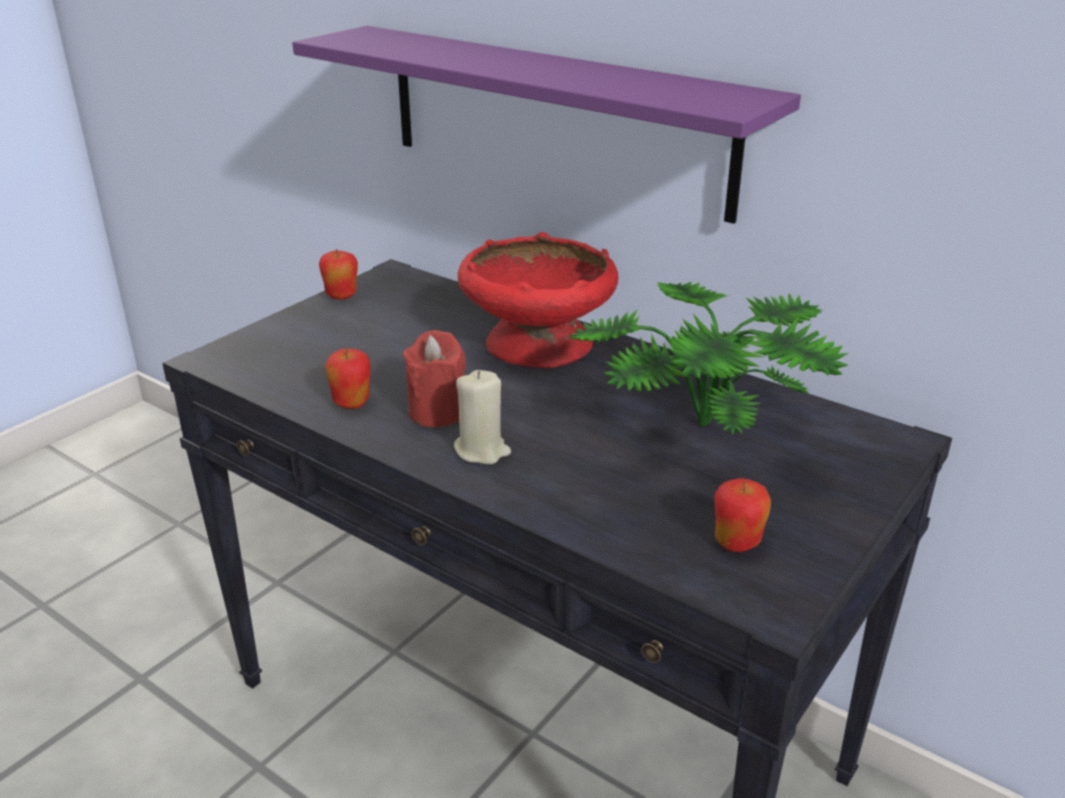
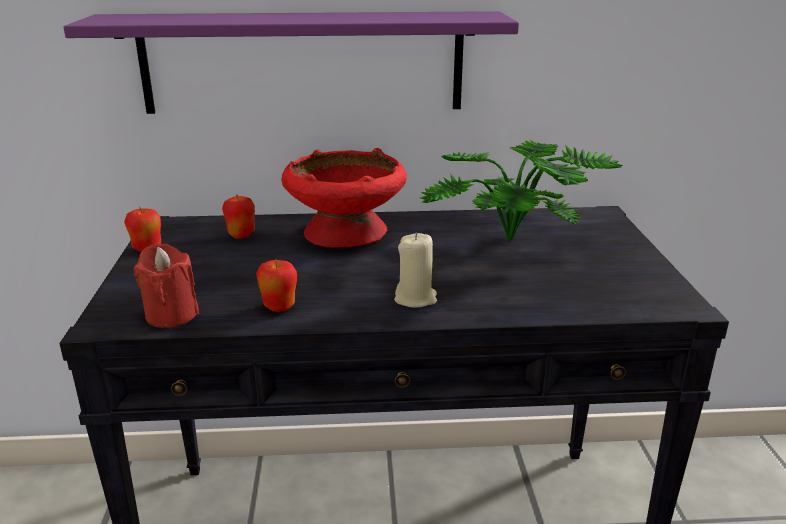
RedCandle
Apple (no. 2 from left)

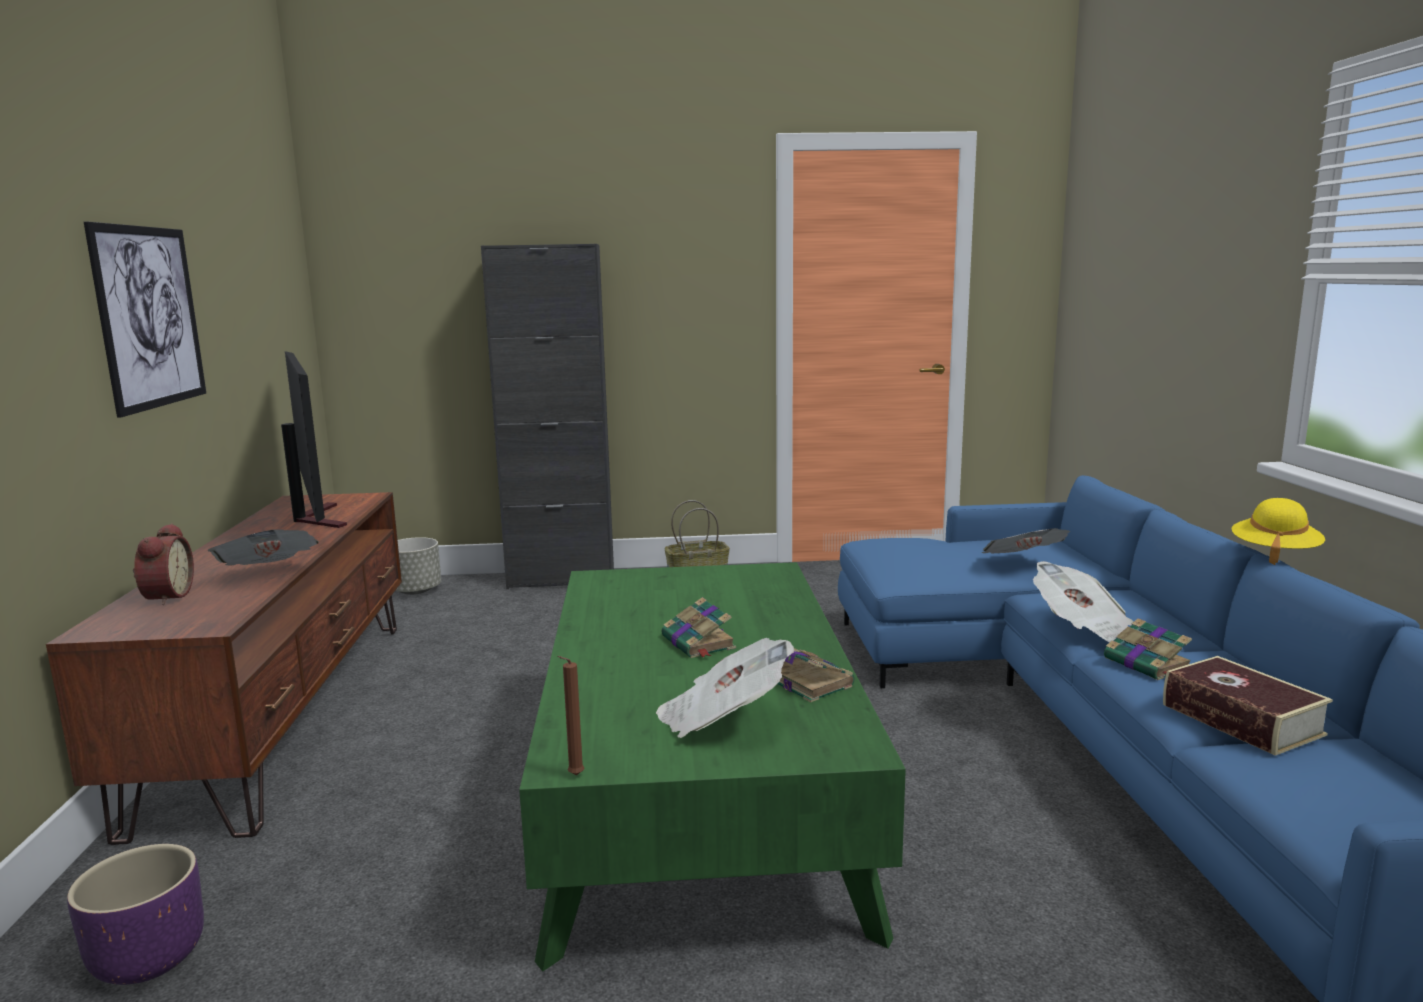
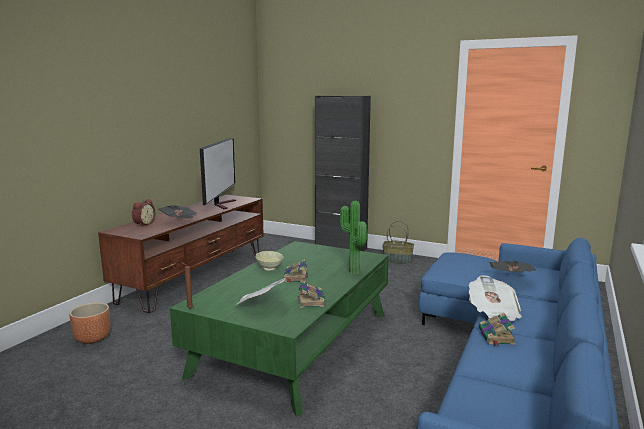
BrownPlanter
BeigeBowl
PottedPlant
Picture
GreyPlanter
Book (no. 4 from left in the first image)
YellowHat

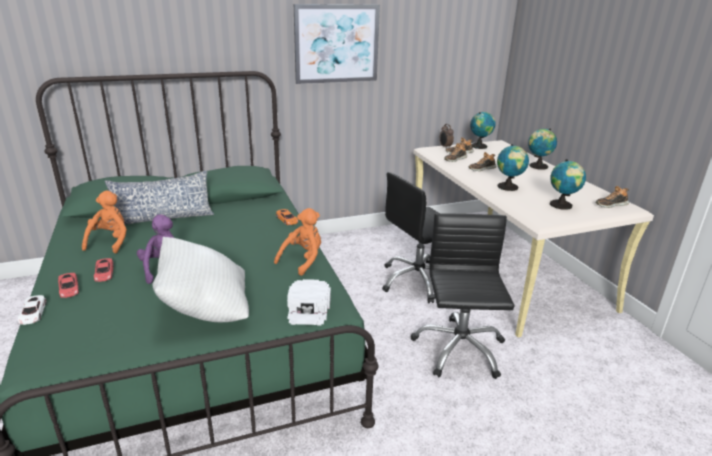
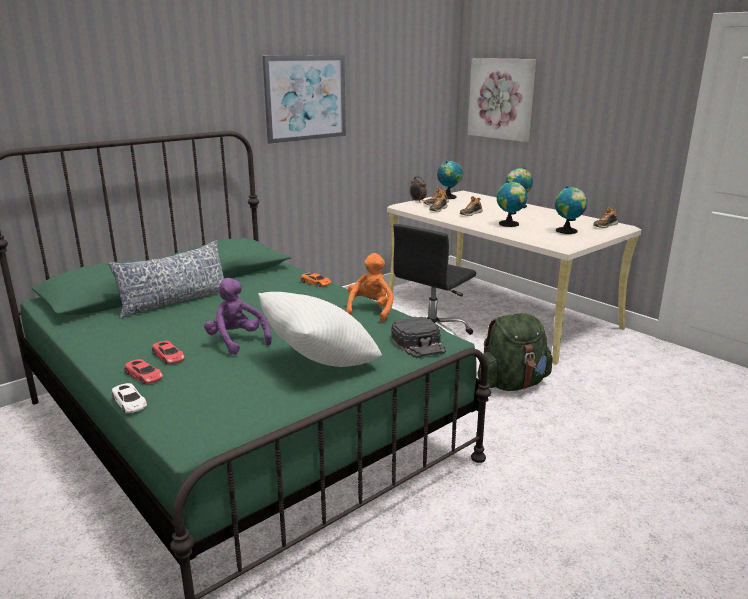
BlackCap
Picture (no. 2 from left)
GreenBackpack
OrangePlushToy (no. 1 from left in the first image)

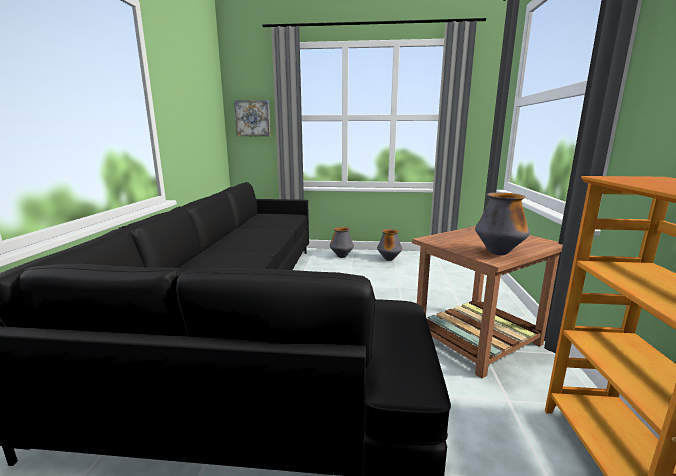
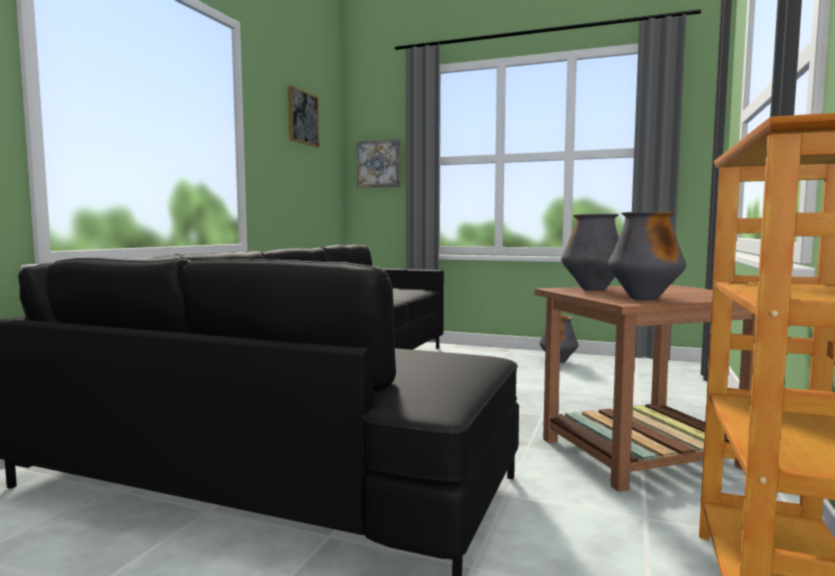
Picture (no. 1 from left)
Vase (no. 2 from left)

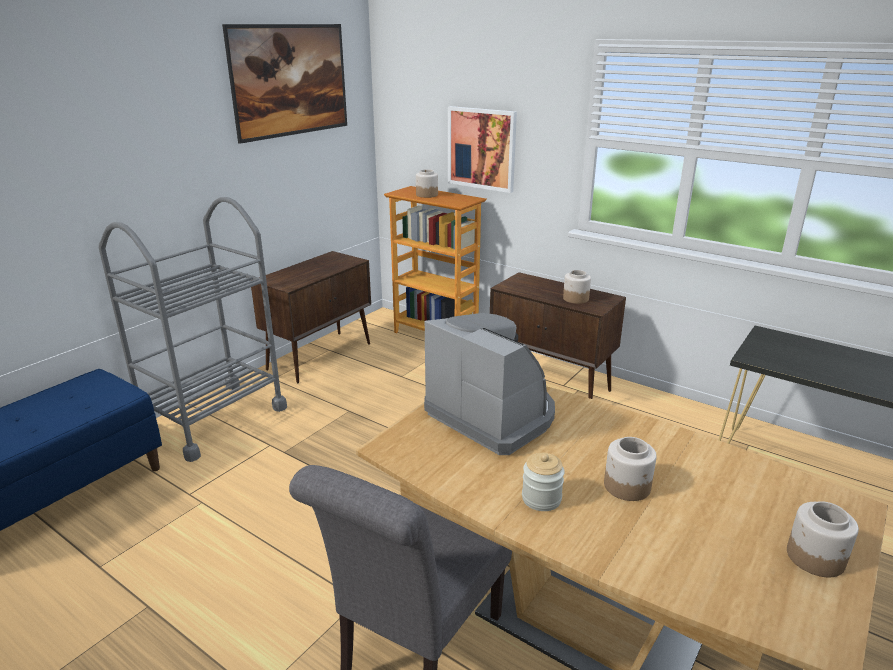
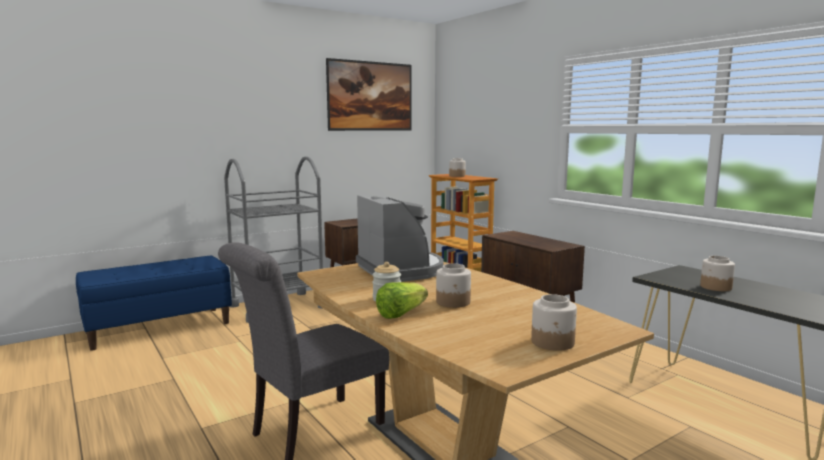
Lettuce
Jar (no. 5 from left)
Picture (no. 2 from left in the first image)

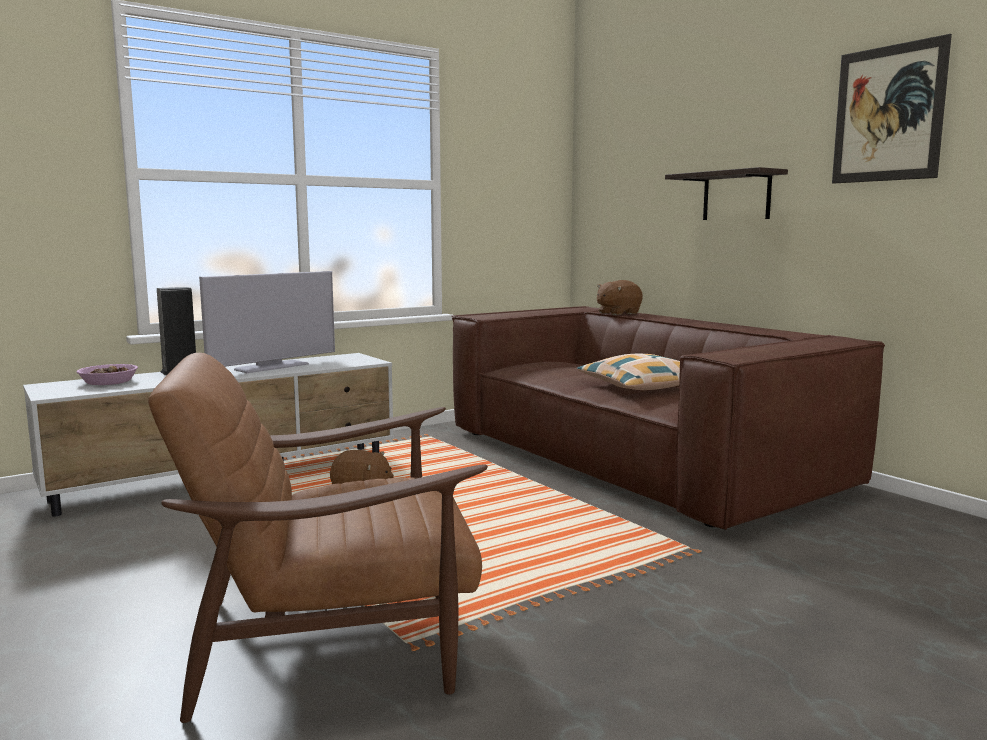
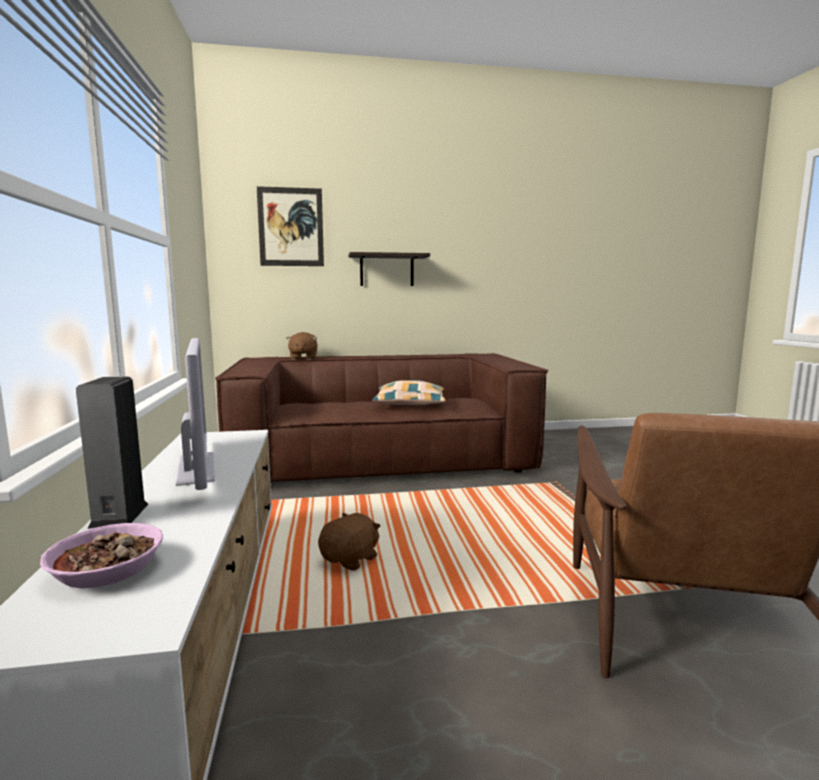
Picture

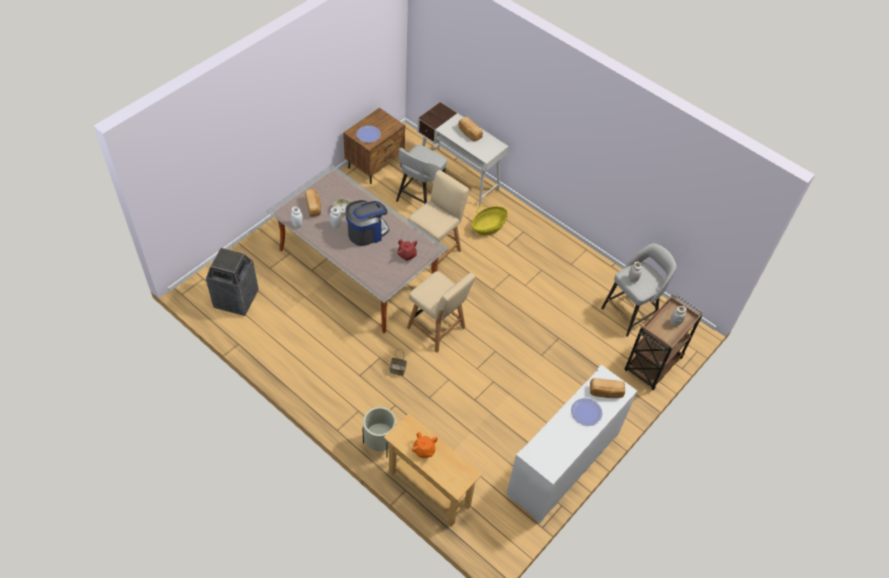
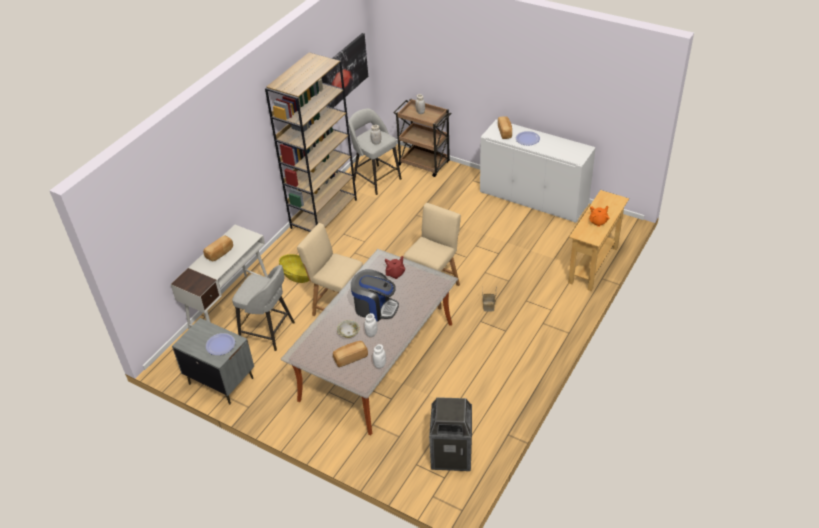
GreyNightstand
BrownBookcase
Picture
CoffeeMachine
BeigePlanter

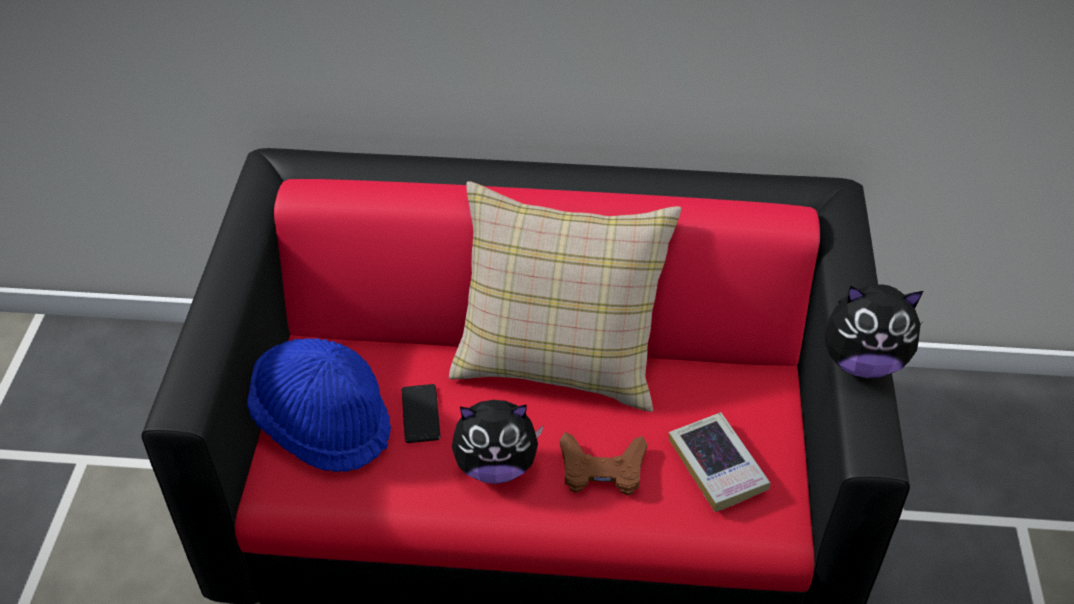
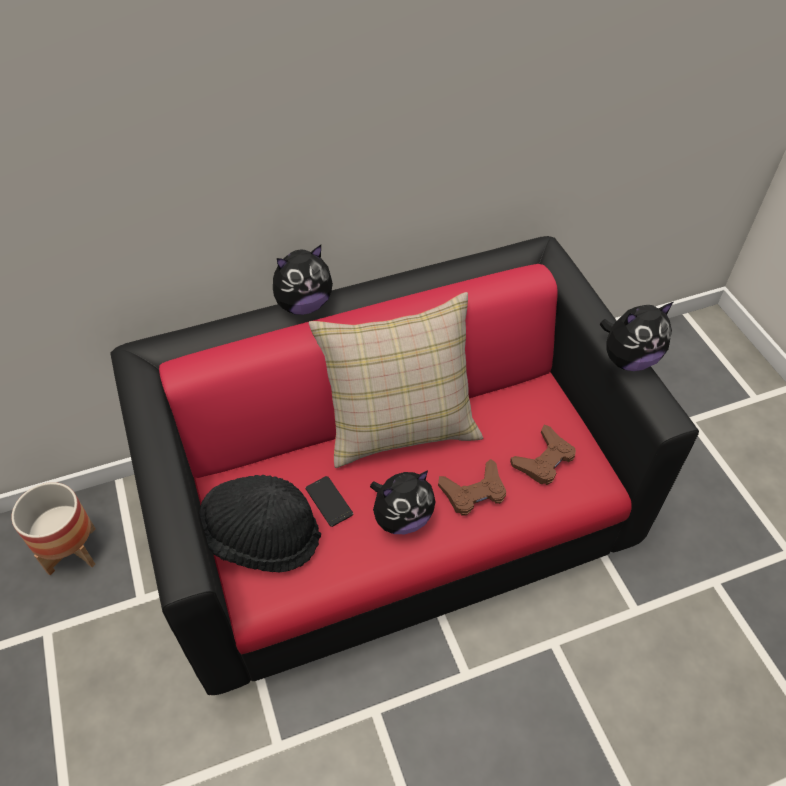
Planter
BlackHat
PlushToy (no. 1 from left)
BrownGameController (no. 2 from left)

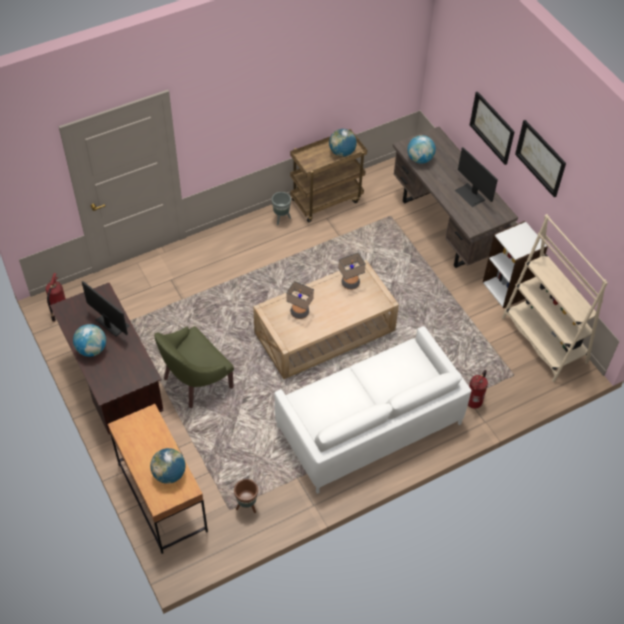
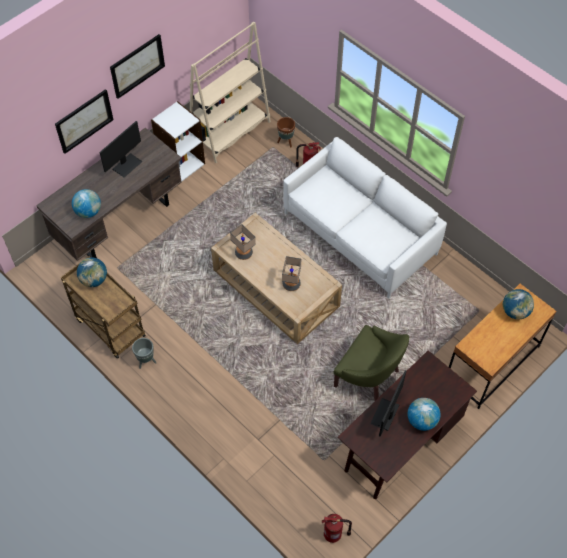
BrownPlanter

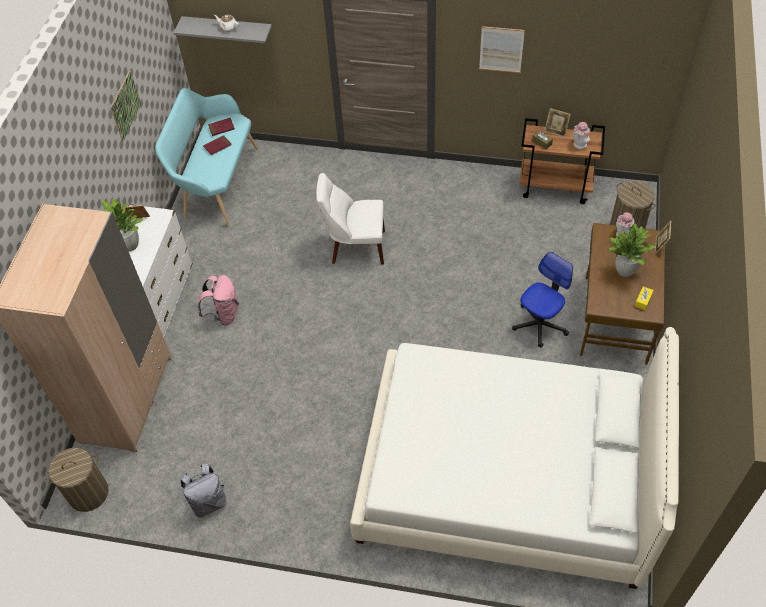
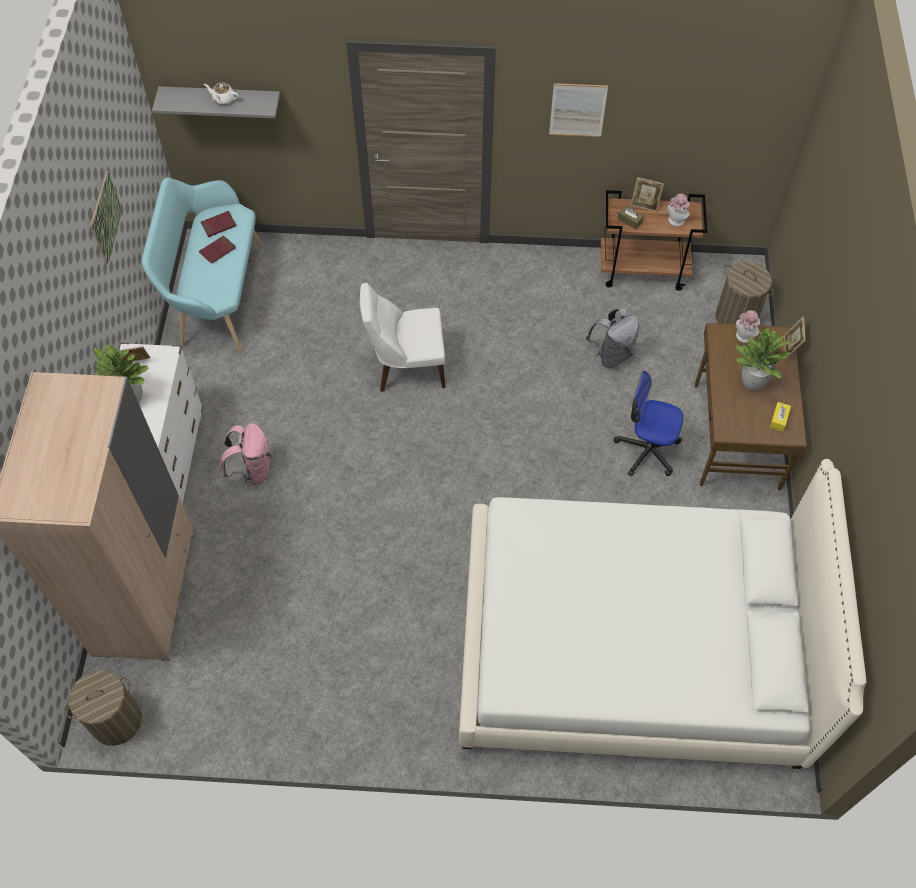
GreyBackpack
OfficeChair

